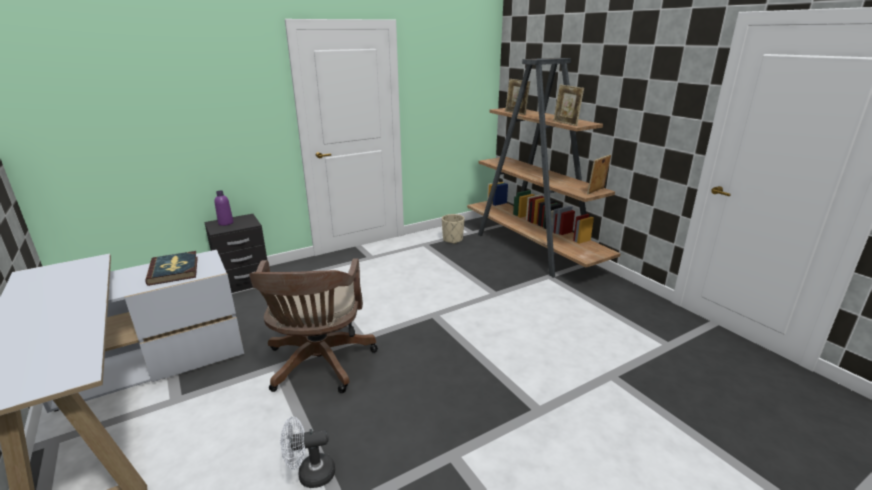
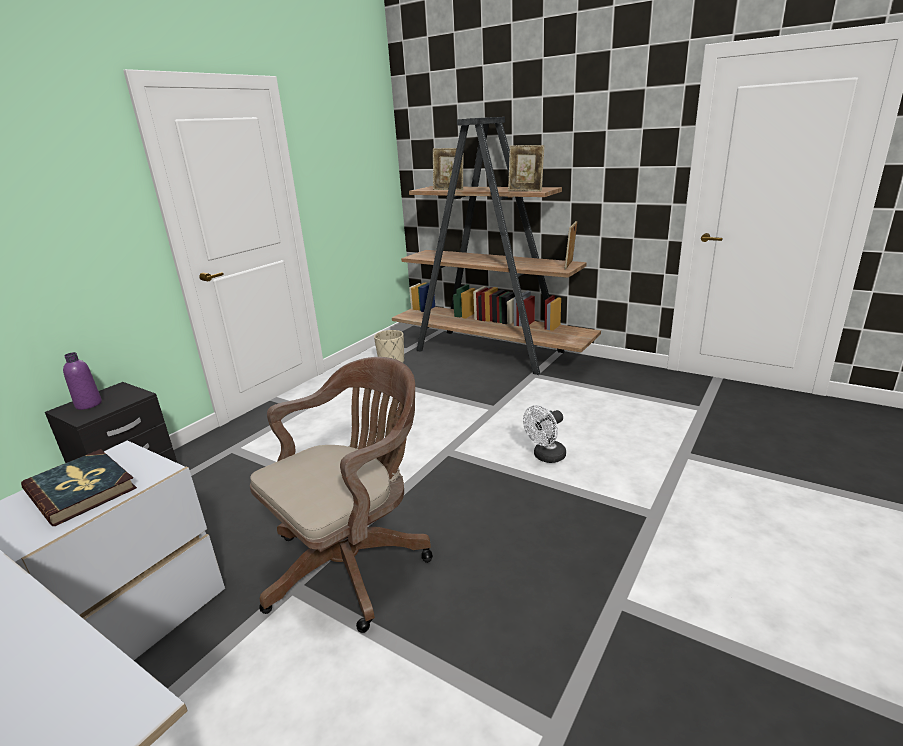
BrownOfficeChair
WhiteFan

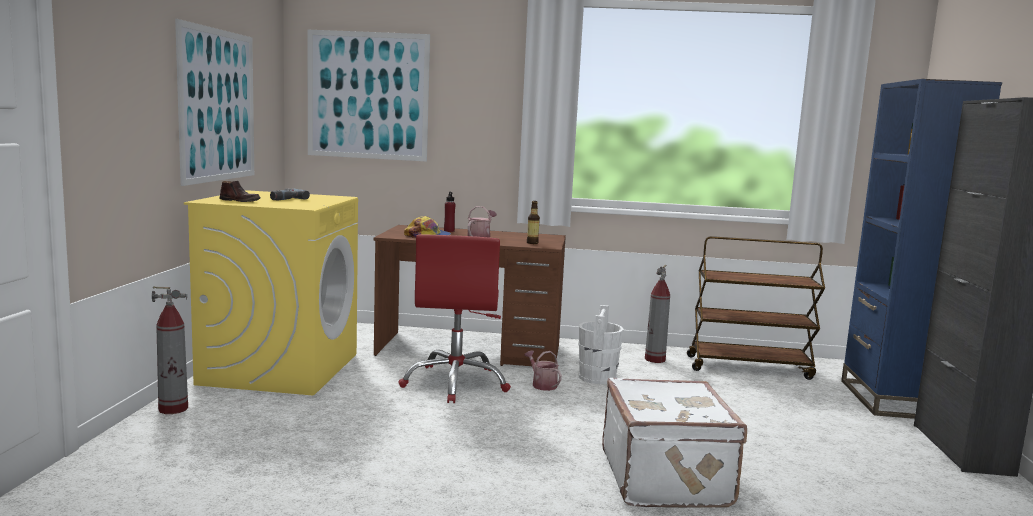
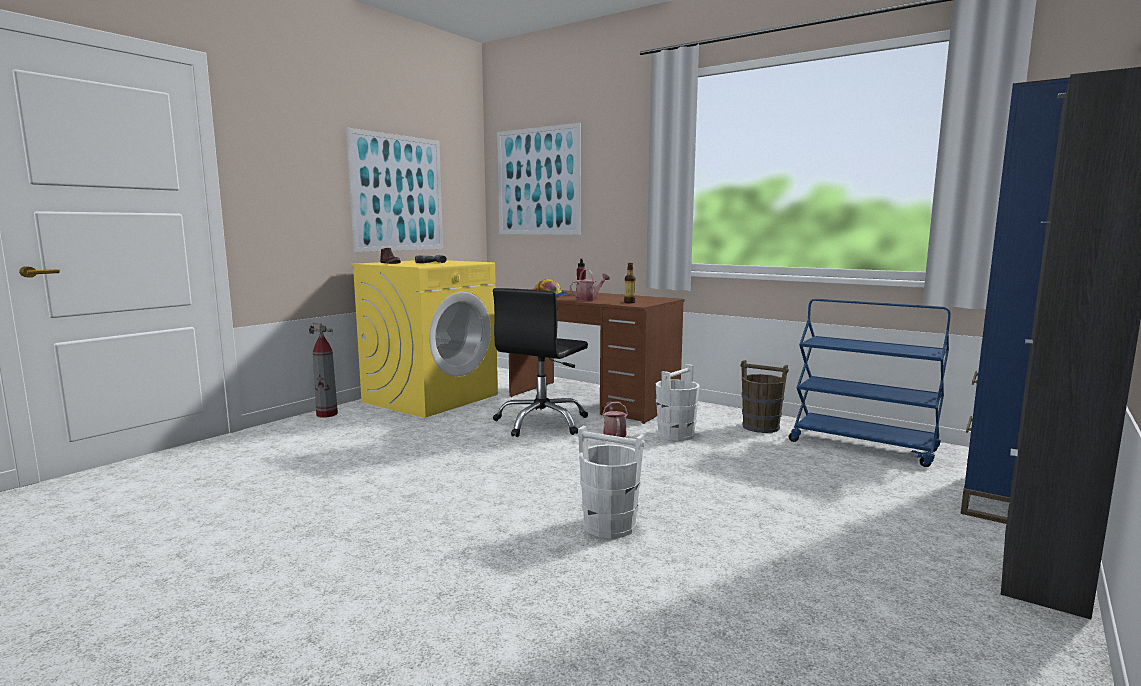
BlackOfficeChair
WhiteBucket (no. 1 from left)
BrownBucket
BlueCart

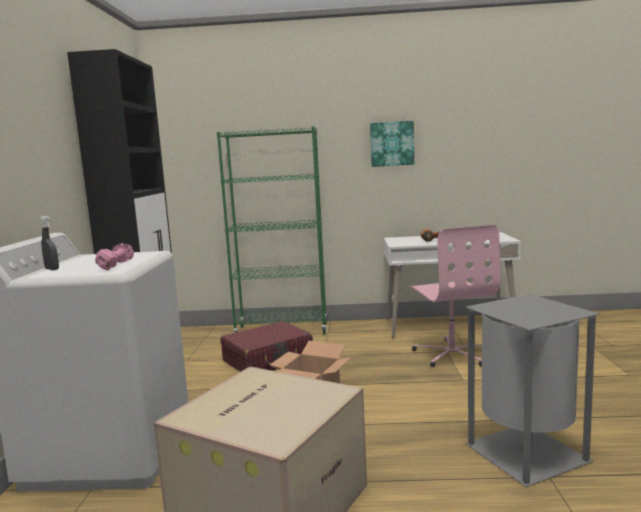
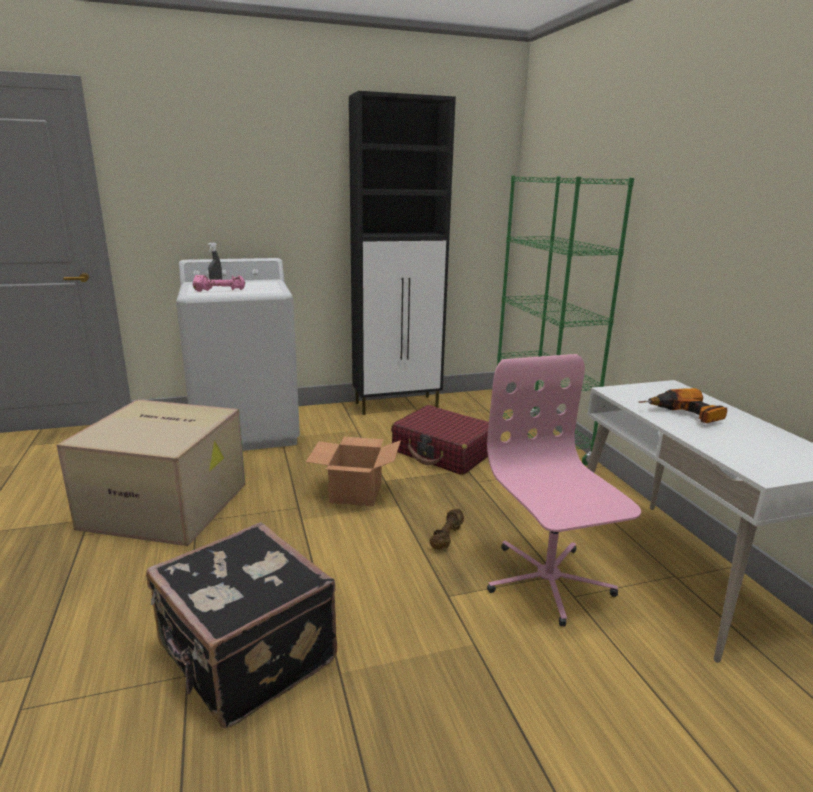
BlackSuitcase
BrownDumbbell
PinkOfficeChair
Picture

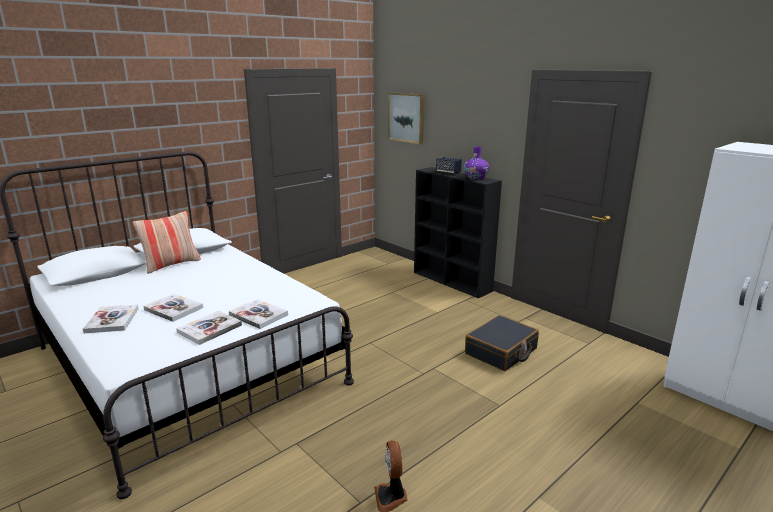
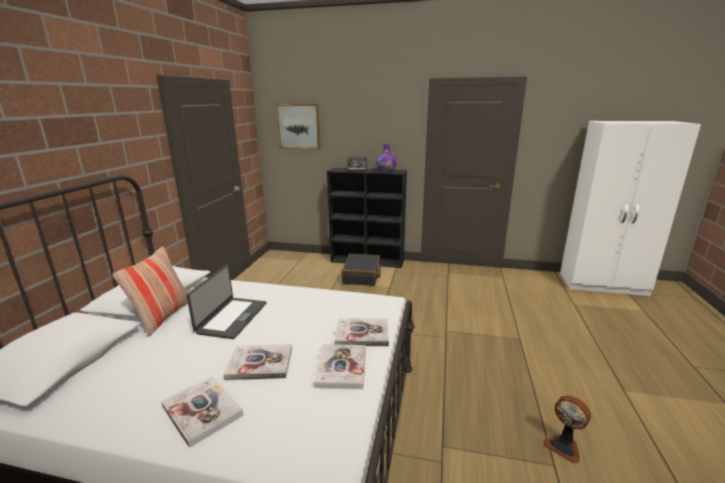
Laptop
BlackSuitcase

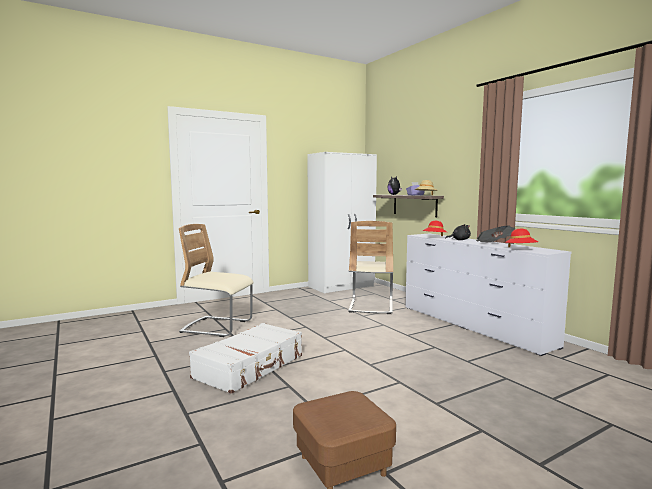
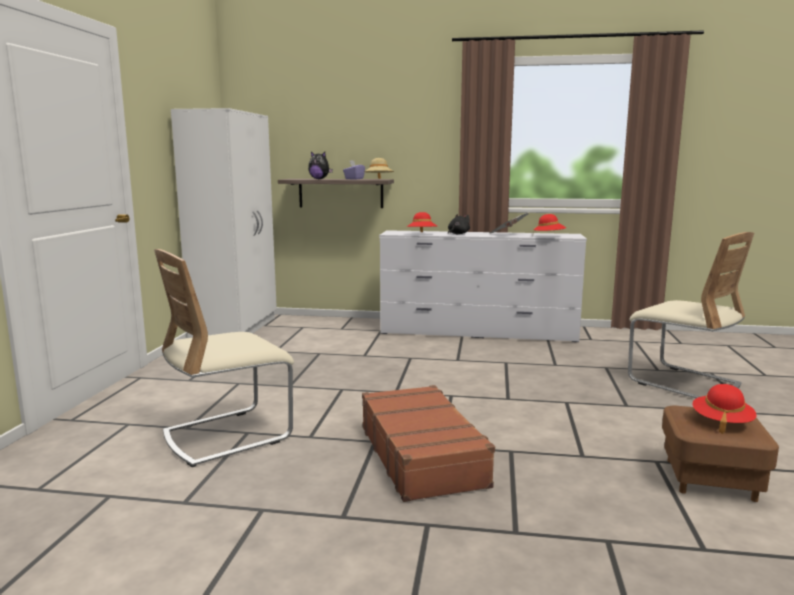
BrownSuitcase
BeigeChair (no. 2 from left)
RedHat (no. 3 from left)

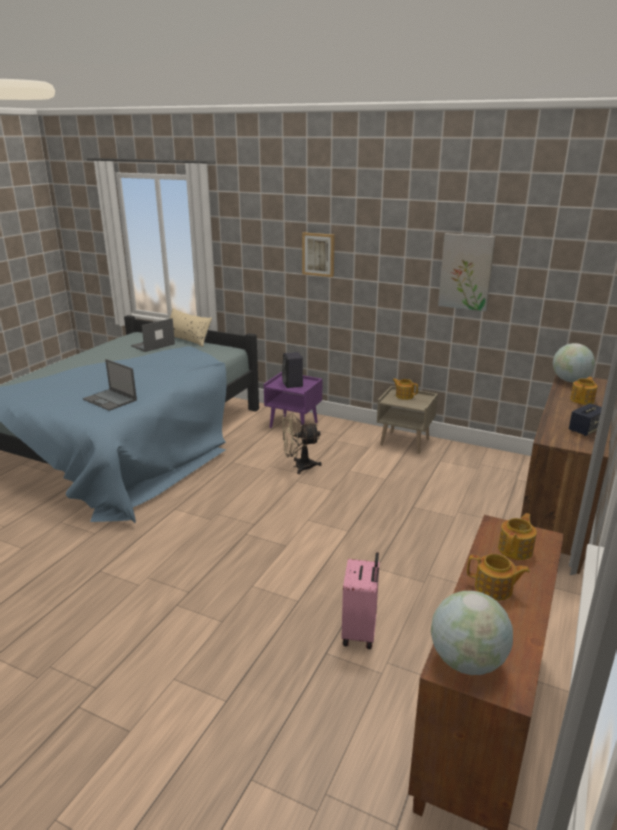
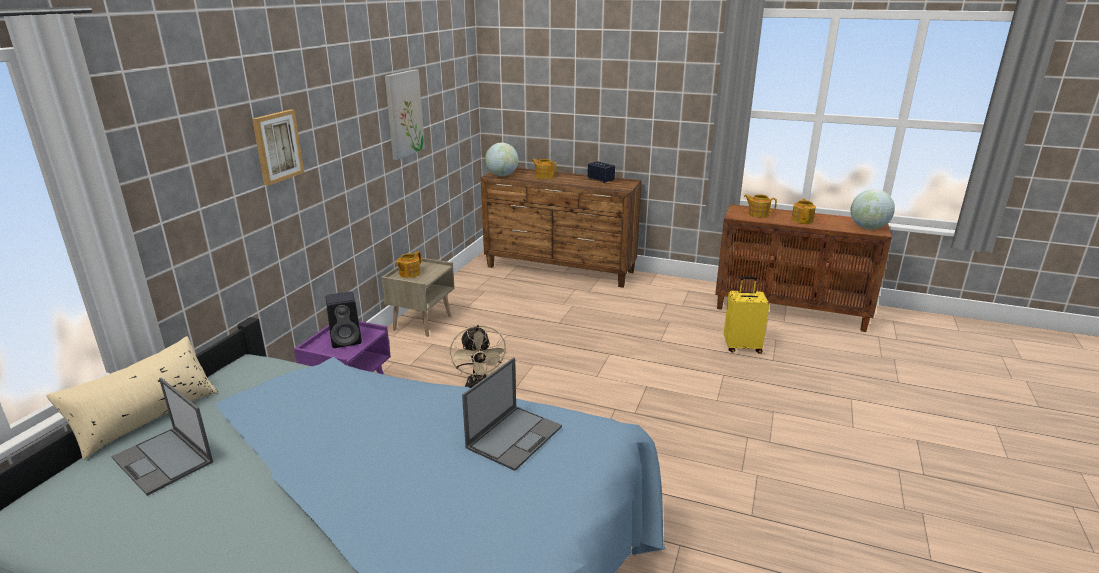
YellowSuitcase

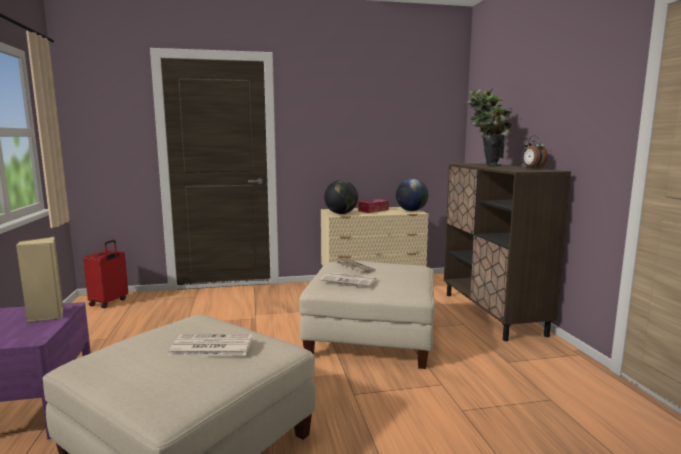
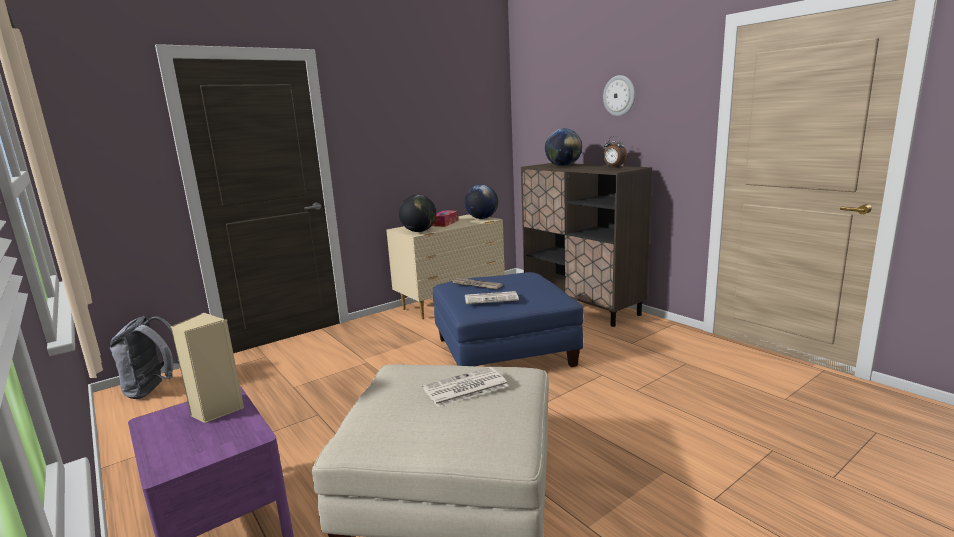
GreyBackpack
BlueOttoman
Globe (no. 3 from left)
WallClock

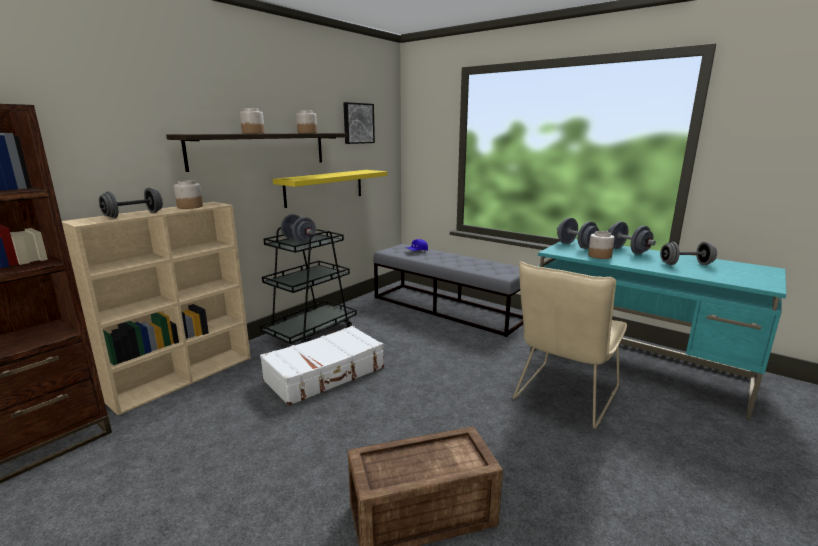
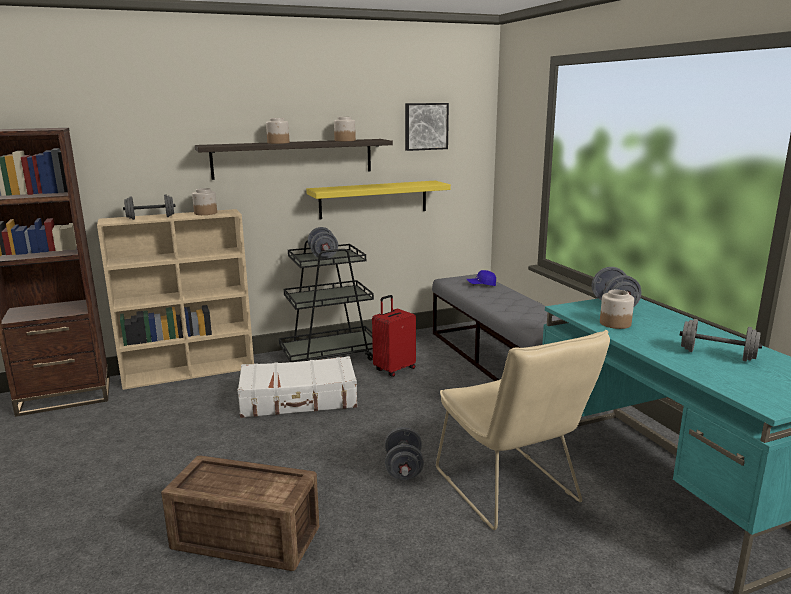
RedSuitcase
GreyDumbbell (no. 3 from left)
BeigeChair

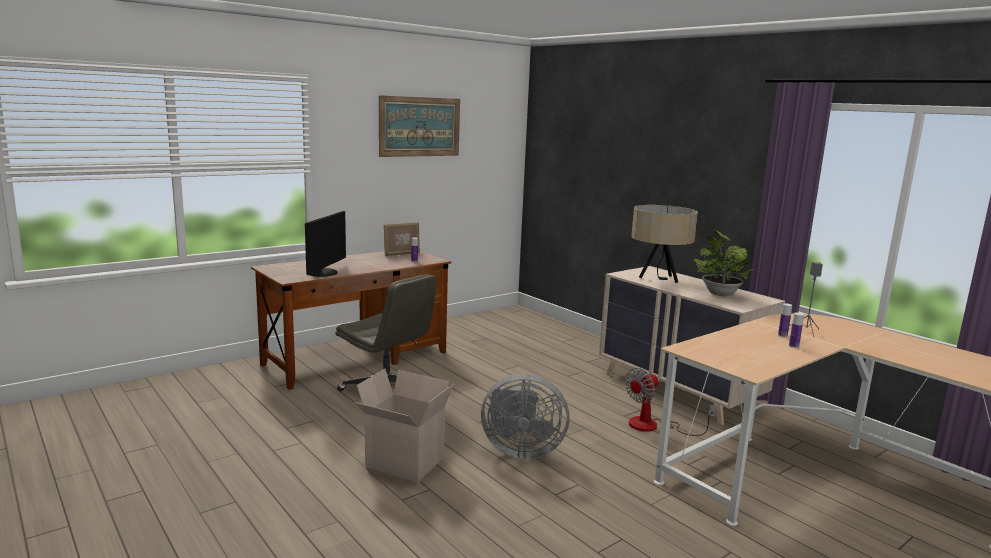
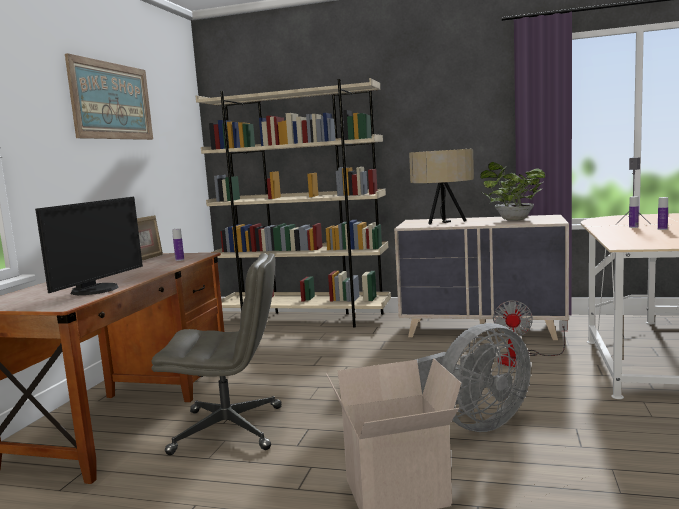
Monitor
BeigeBookcase

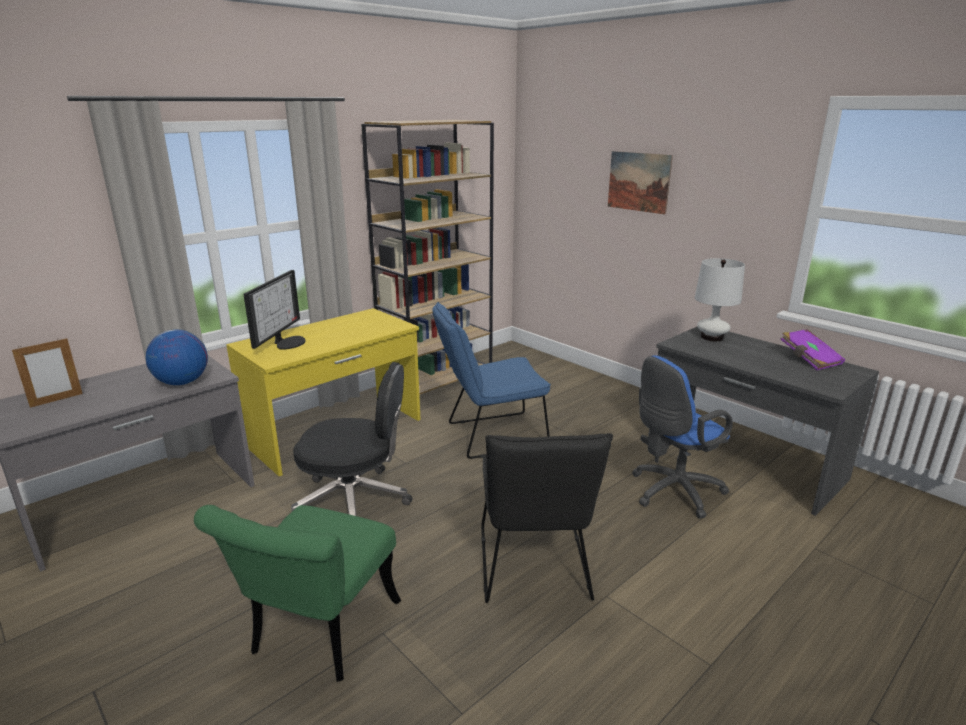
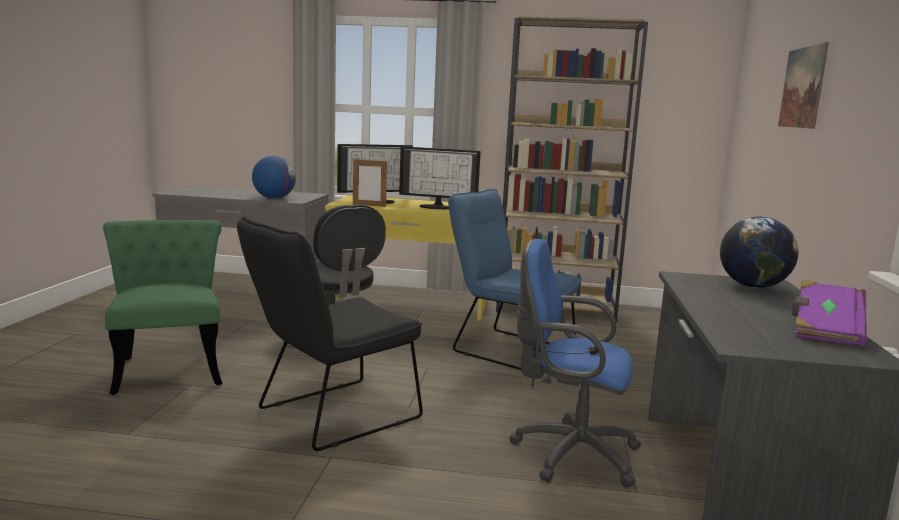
GreenChair
PictureFrame
Monitor (no. 2 from left)
Globe (no. 2 from left)

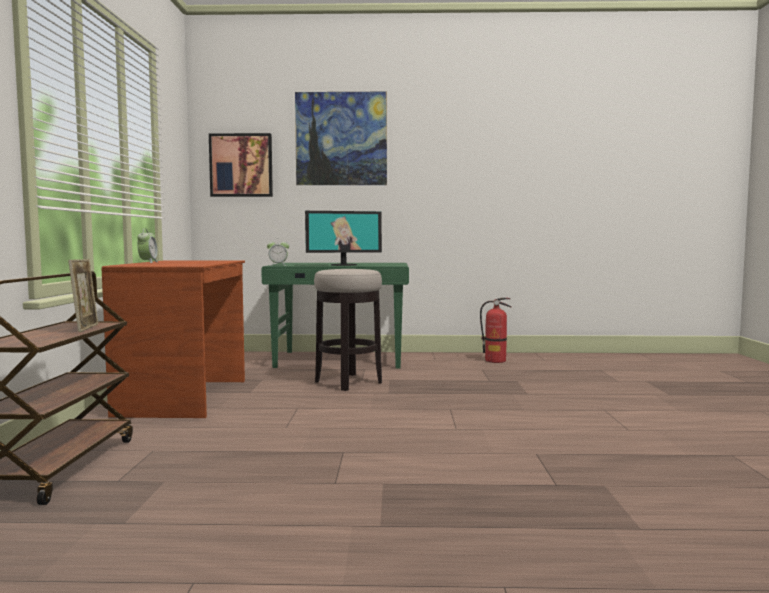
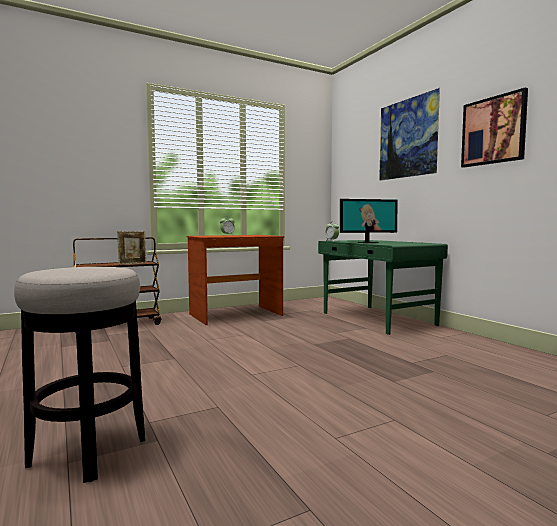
Stool
Monitor
Picture (no. 2 from left)
FireExtinguisher

